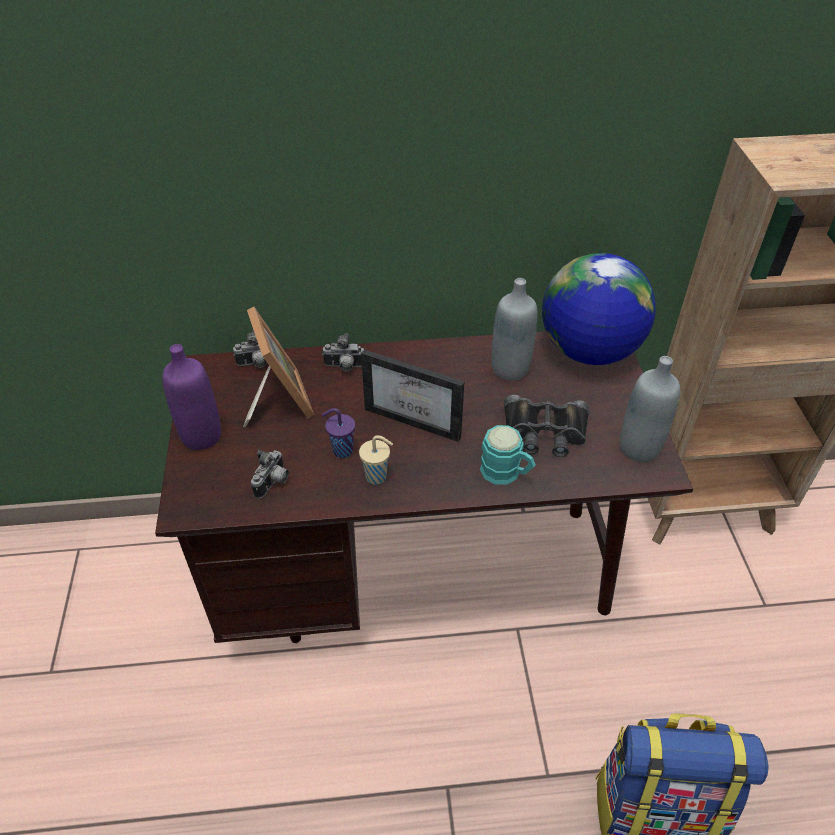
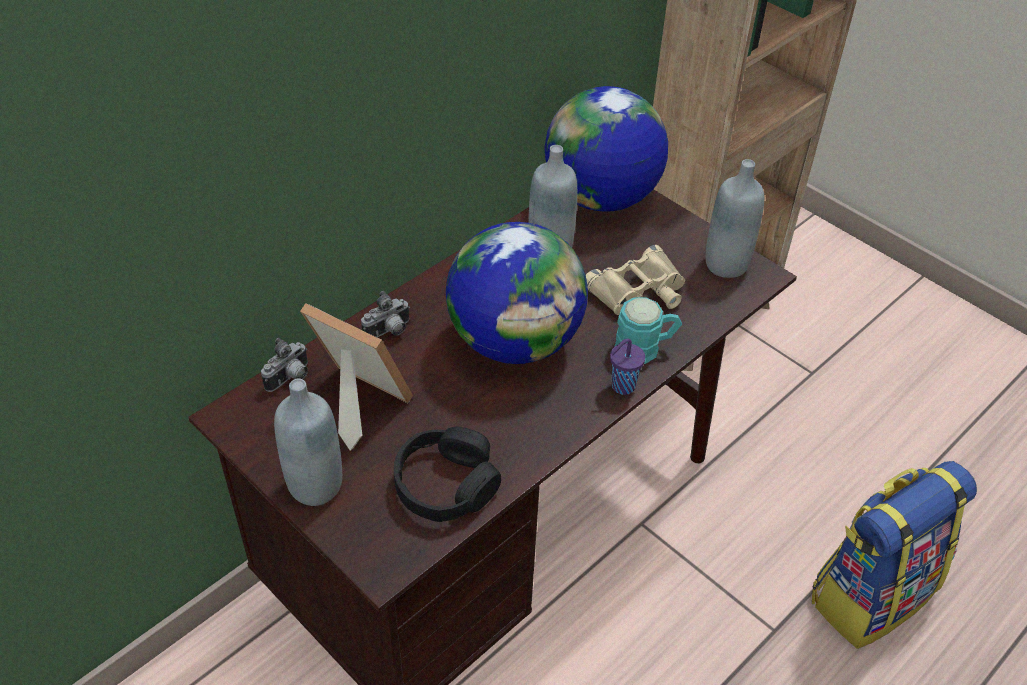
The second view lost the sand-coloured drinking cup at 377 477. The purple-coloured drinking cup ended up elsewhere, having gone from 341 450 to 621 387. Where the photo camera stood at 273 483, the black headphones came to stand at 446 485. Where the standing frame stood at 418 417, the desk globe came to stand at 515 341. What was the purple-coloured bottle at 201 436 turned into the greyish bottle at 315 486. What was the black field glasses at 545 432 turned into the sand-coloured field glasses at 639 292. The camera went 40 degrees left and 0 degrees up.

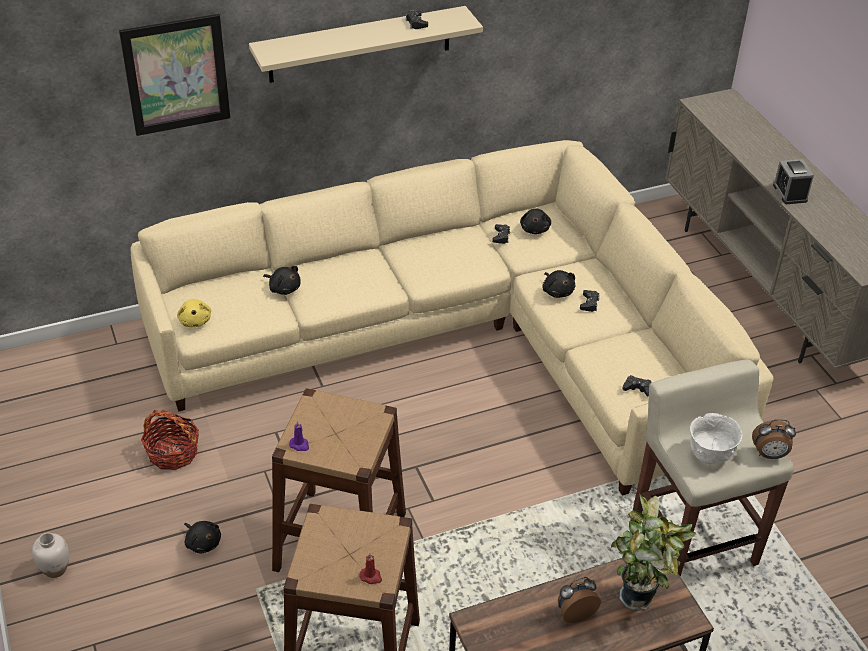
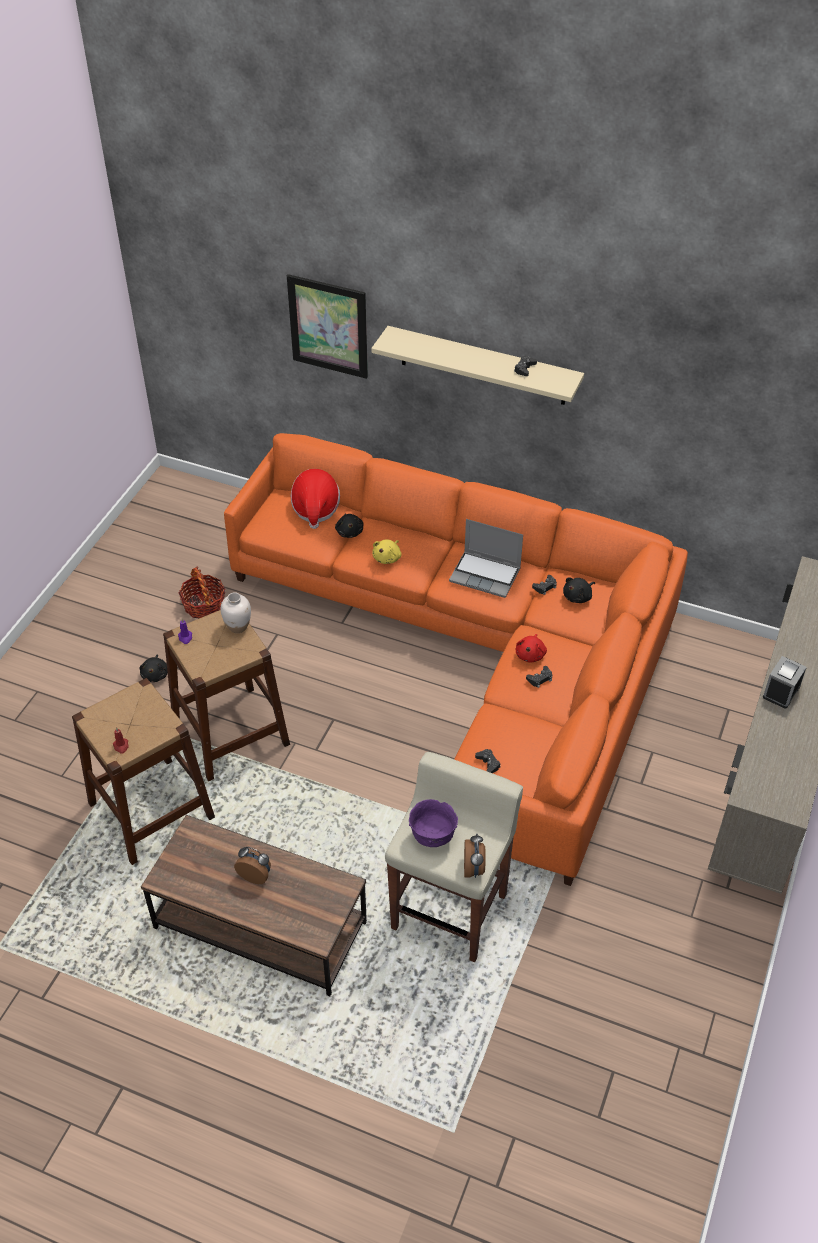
The second view lost the potted plant at 640 598. The second view gained the wearable hat at 315 508. The second view gained the portable computer at 486 575. The whitish decorative vase ended up elsewhere, having gone from 55 569 to 238 626. The yellow plush toy ended up elsewhere, having gone from 195 320 to 387 558. What was the sand-coloured couch at 464 338 turned into the orange-coloured couch at 477 653. What was the black plush toy at 557 291 turned into the reddish plush toy at 530 654. What was the whitish bowl at 710 454 turned into the purple-coloured bowl at 432 836. The table clock at 769 455 ended up facing another way, 135 degrees counterclockwise from before. The camera went 45 degrees right and 5 degrees up.

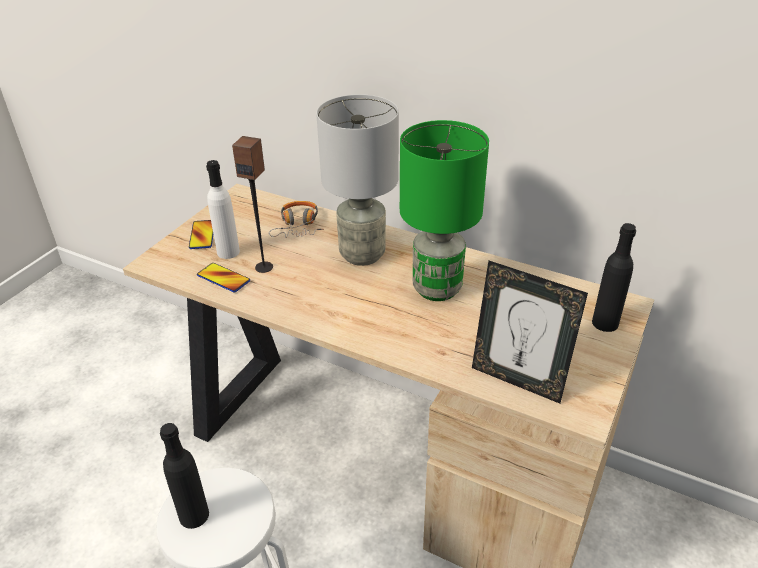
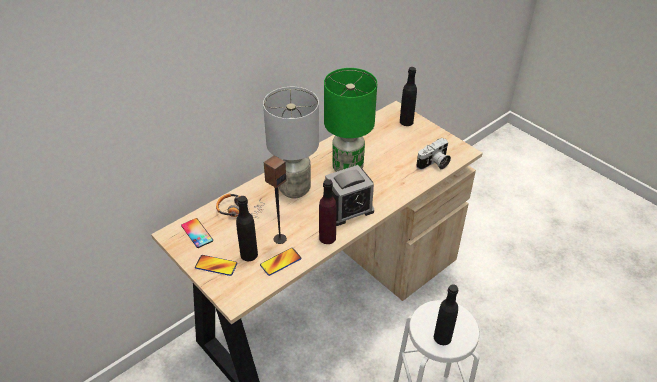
The second view gained the telephone at 197 233. The second view gained the purple-coloured bottle at 327 237. The second view gained the table clock at 348 209. Where the standing frame stood at 517 380, the photo camera came to stand at 434 164. What was the whitish bottle at 228 252 turned into the black bottle at 249 254. The camera went 70 degrees left and 5 degrees up.

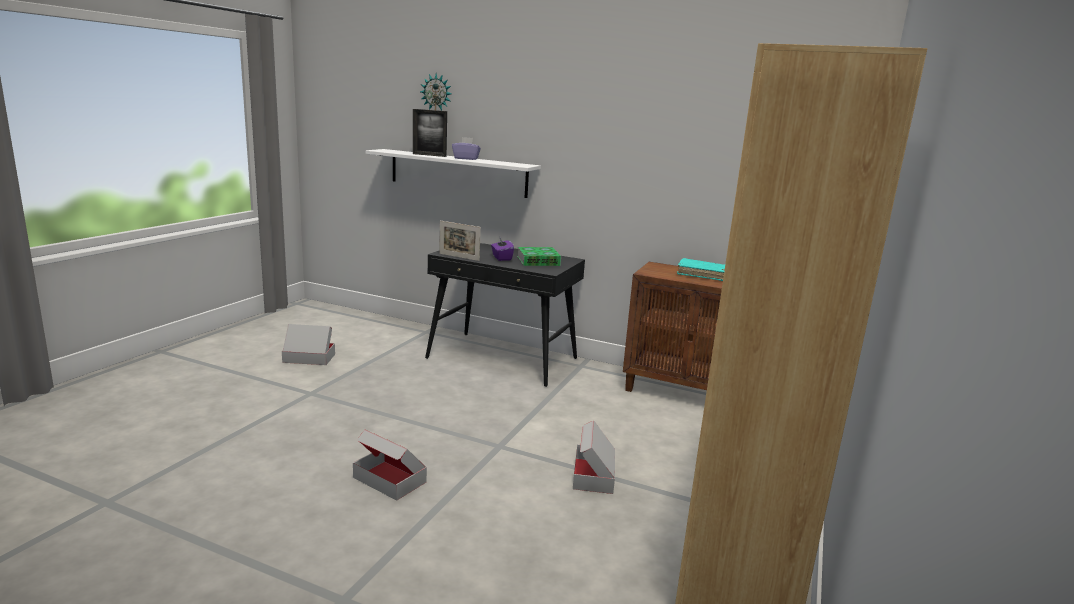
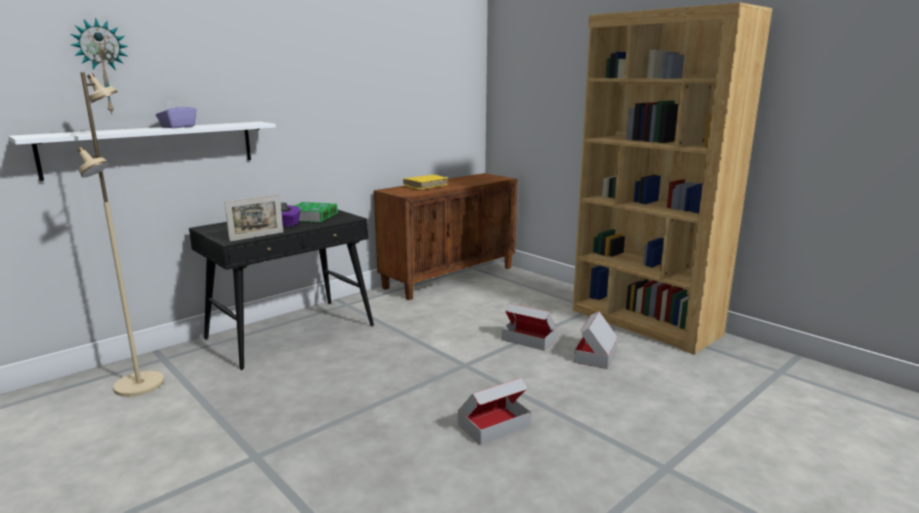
The second view lost the standing frame at 429 155. The second view gained the sand-coloured standing lamp at 140 384. The packing box ended up elsewhere, having gone from 309 358 to 595 355. What was the turquoise bound book at 702 275 turned into the yellow bound book at 425 186. The camera went 65 degrees left and 0 degrees up.

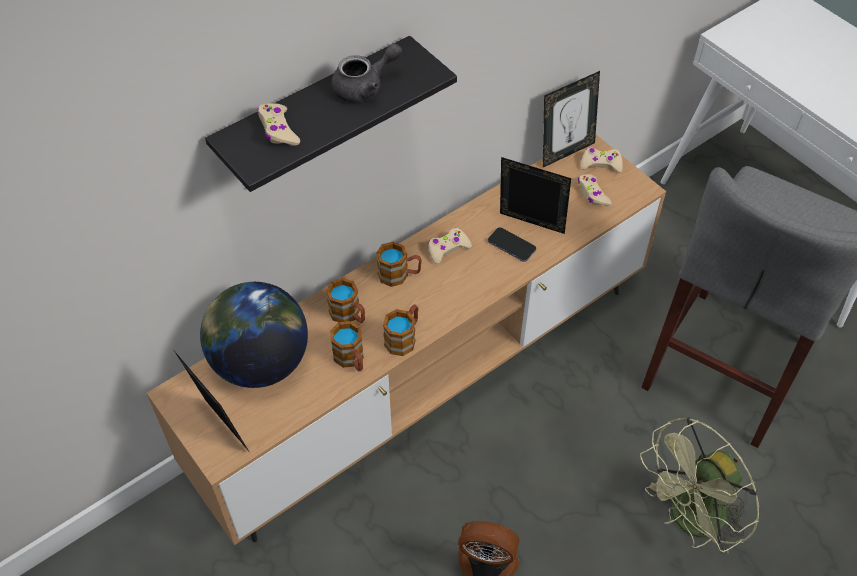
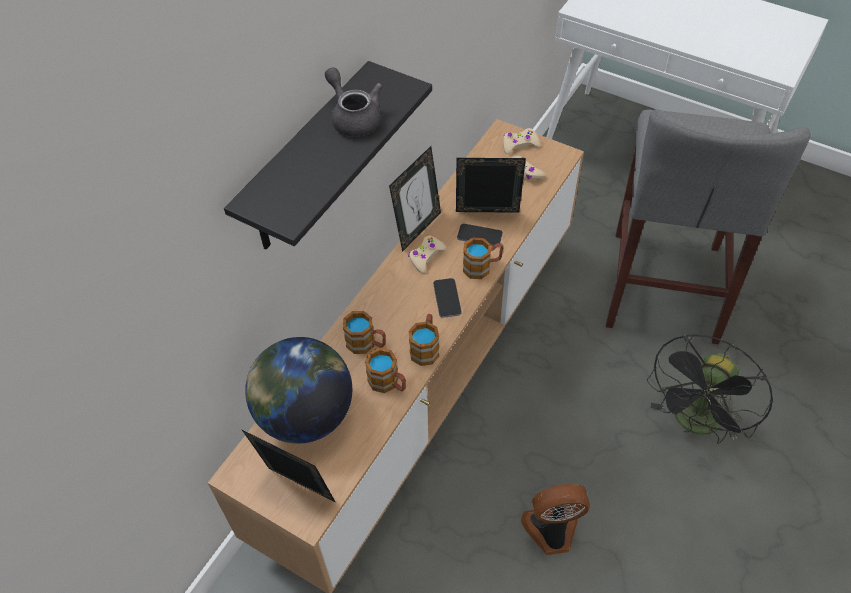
The second view lost the sand-coloured game controller at 278 130. The second view gained the telephone at 447 299. The tea mug ended up elsewhere, having gone from 399 275 to 482 267. The standing frame ended up elsewhere, having gone from 565 151 to 417 229. What was the green-coloured cooling fan at 689 521 turned into the black cooling fan at 695 423. The greyish teapot at 365 87 ended up facing another way, 75 degrees counterclockwise from before. The camera went 20 degrees left and 0 degrees up.

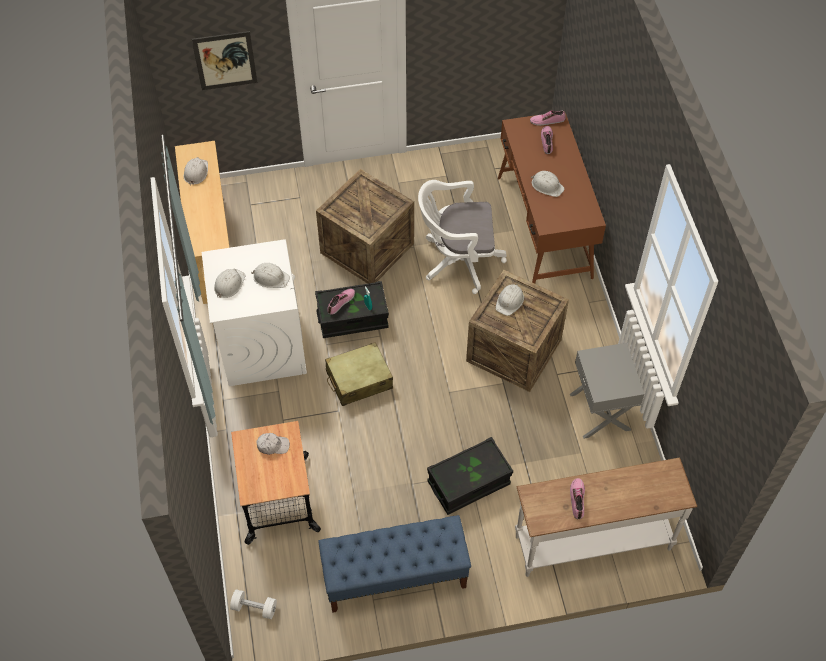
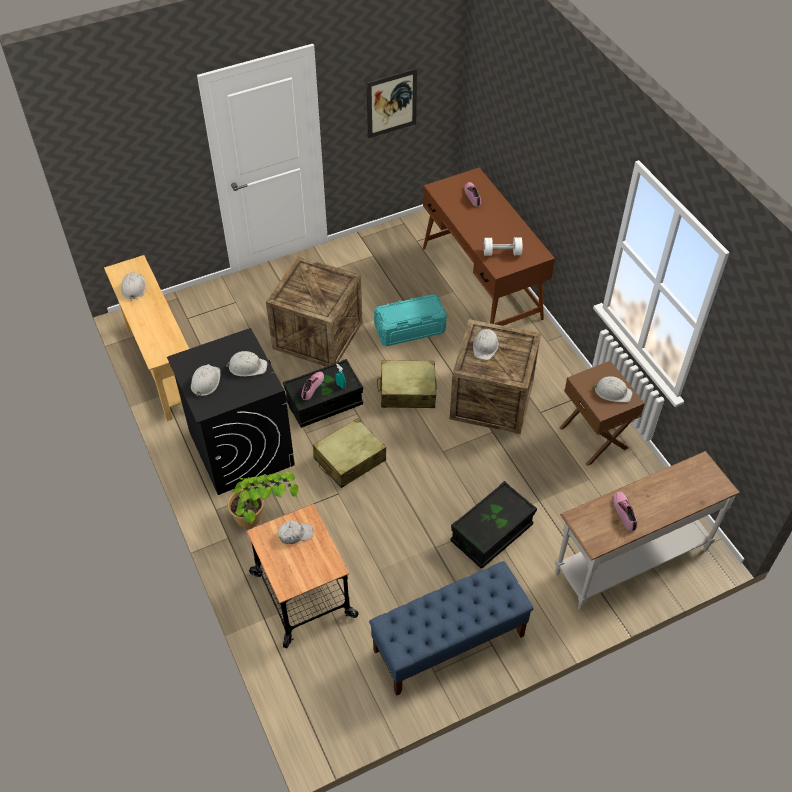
The second view lost the low shoe at 547 120. The second view gained the potted plant at 262 518. The second view gained the sand-coloured piece of luggage at 407 391. The wall art ended up elsewhere, having gone from 225 60 to 391 103. The whitish free weight ended up elsewhere, having gone from 254 607 to 502 253. The whitish safety helmet ended up elsewhere, having gone from 547 185 to 612 392. Where the whitish desk chair stood at 457 261, the turquoise storage box came to stand at 409 329. What was the whitish laundry appliance at 262 345 turned into the black laundry appliance at 240 447. What was the greyish night table at 601 411 turned into the brown night table at 594 437. The camera went 15 degrees left and 5 degrees down.

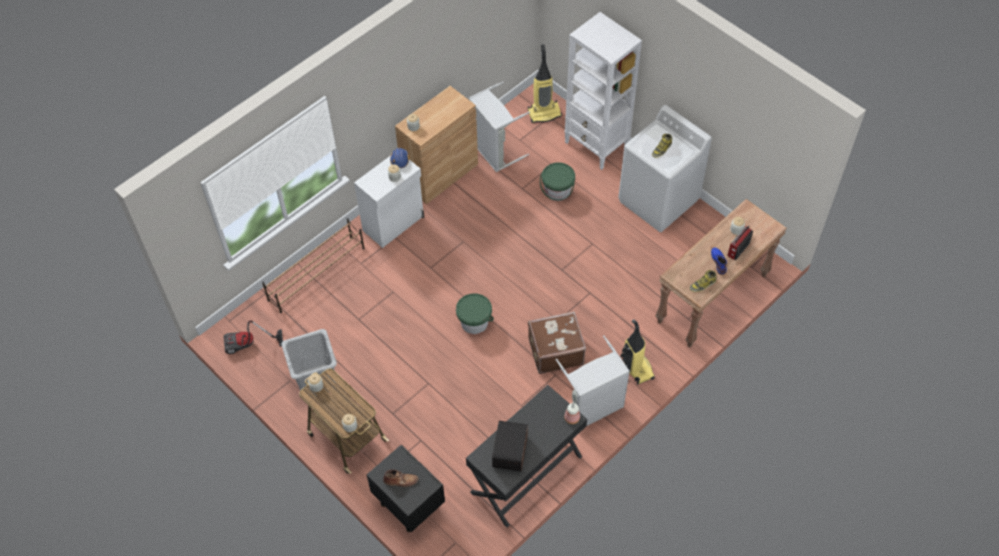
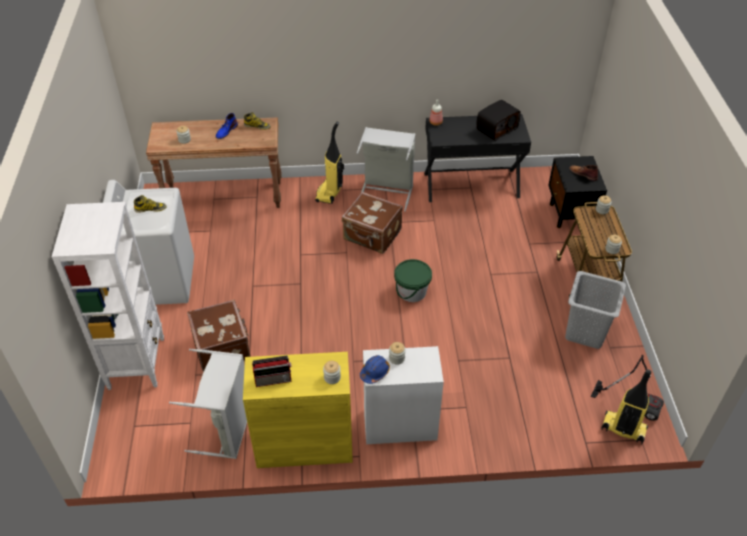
The second view lost the brown shoe stand at 317 274. The vacuum ended up elsewhere, having gone from 544 113 to 623 429. The radio set ended up elsewhere, having gone from 738 249 to 274 379. Where the green-coloured bucket stood at 557 191, the brown piece of luggage came to stand at 222 347. What was the brown cabinet at 440 174 turned into the yellow cabinet at 304 444. The camera went 140 degrees left and 10 degrees down.

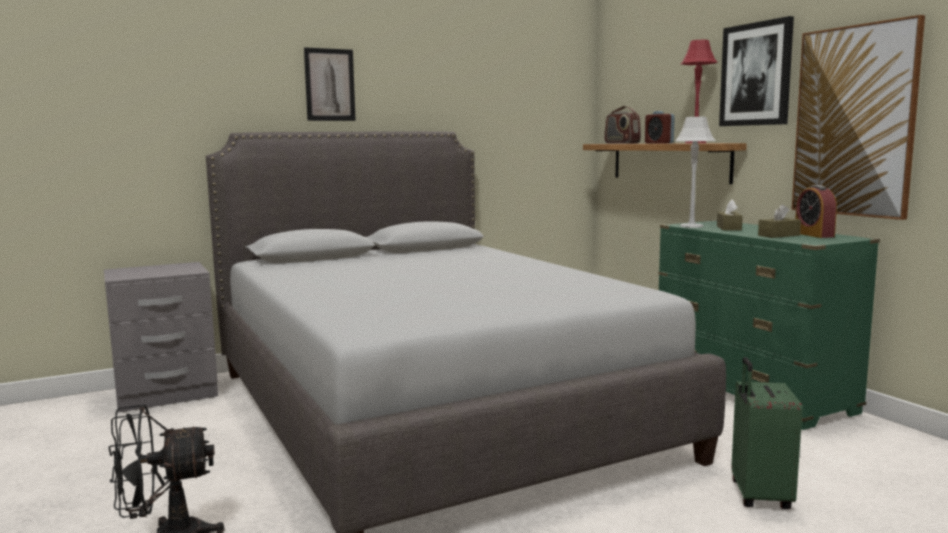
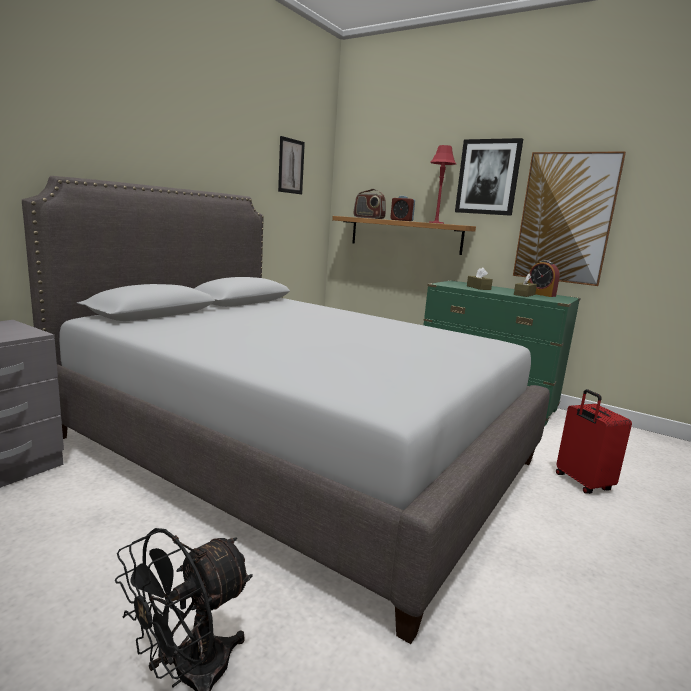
The second view lost the greyish tabletop lamp at 691 226. The wall art ended up elsewhere, having gone from 329 85 to 291 166. What was the green-coloured piece of luggage at 758 496 turned into the reddish piece of luggage at 582 483. The camera went 30 degrees left and 5 degrees up.

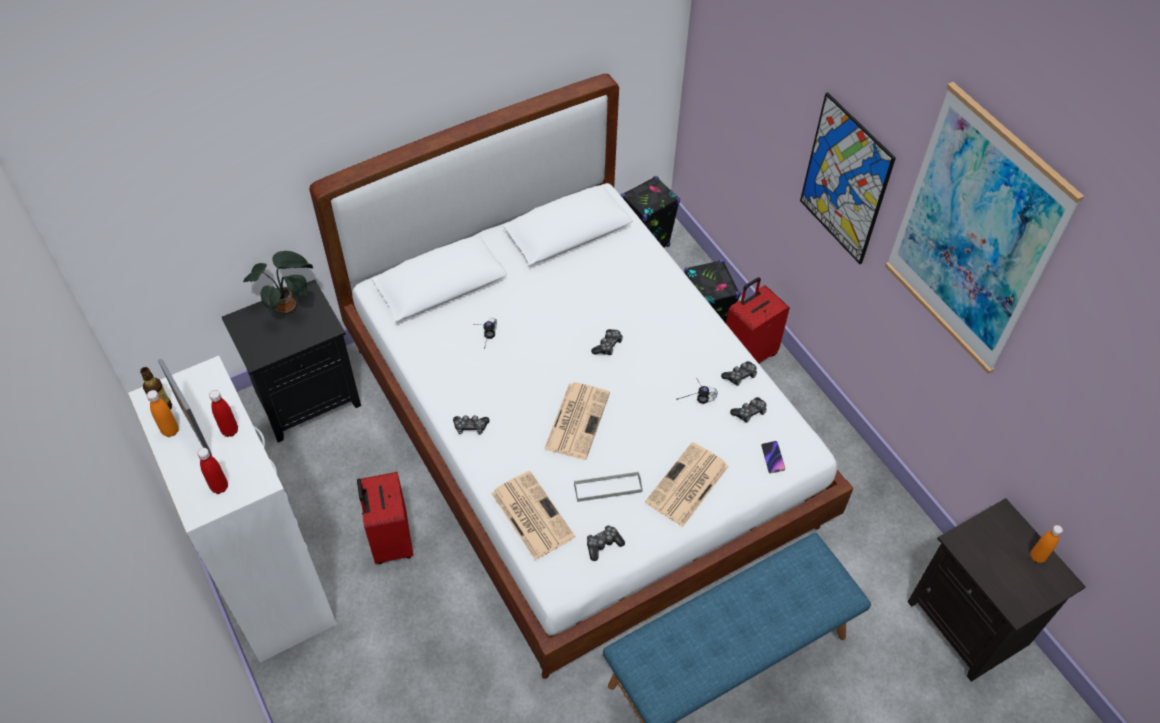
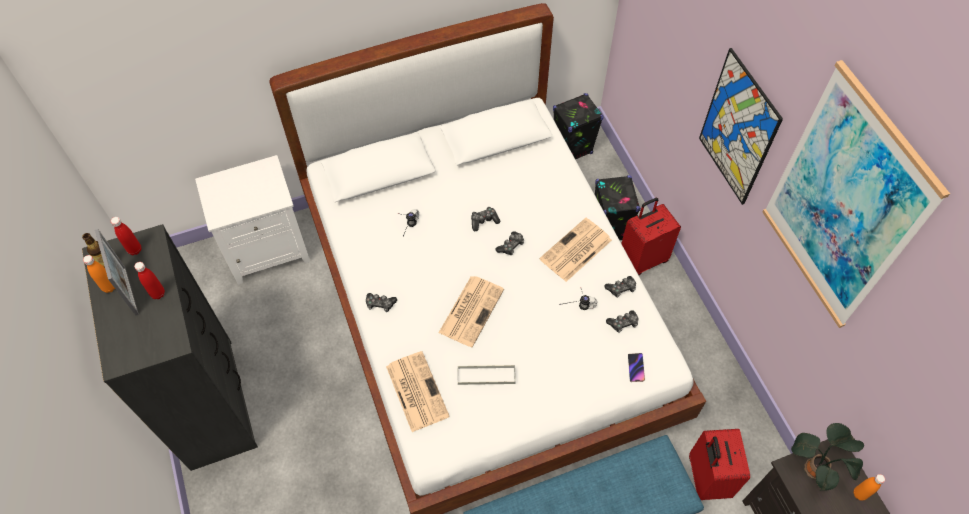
The reddish bottle ended up elsewhere, having gone from 219 487 to 135 250. The potted plant ended up elsewhere, having gone from 288 307 to 815 469. The reddish piece of luggage ended up elsewhere, having gone from 390 541 to 706 477. The game controller ended up elsewhere, having gone from 603 545 to 484 221. The printed paper ended up elsewhere, having gone from 687 486 to 575 251. What was the whitish drawer chest at 270 580 turned into the black drawer chest at 211 402. What was the black night table at 308 397 turned into the whitish night table at 269 248. The camera went 10 degrees right and 5 degrees up.

